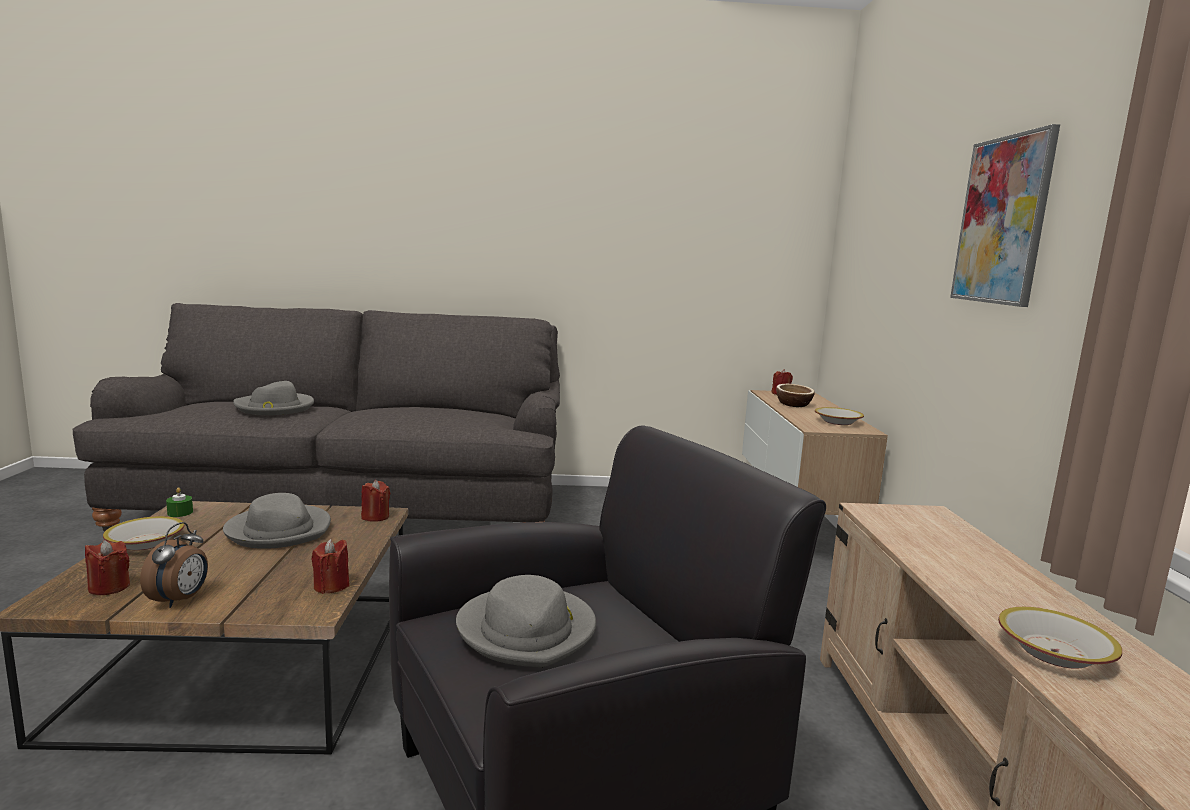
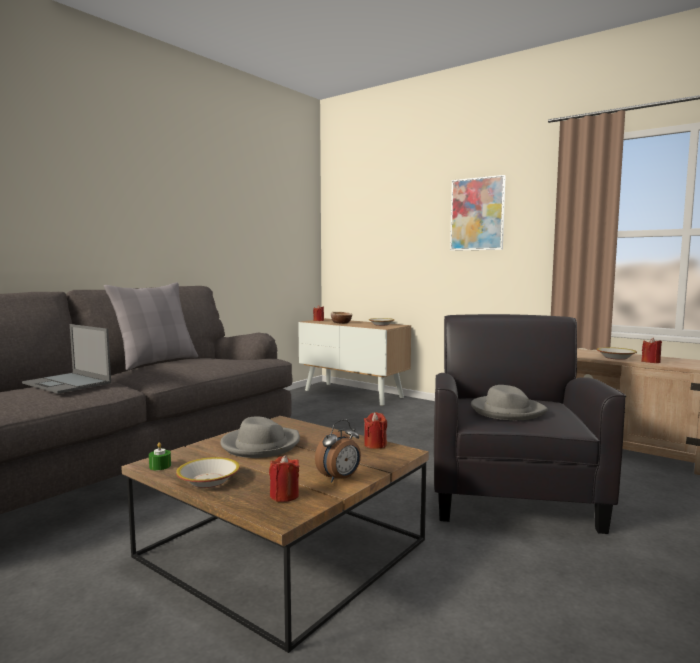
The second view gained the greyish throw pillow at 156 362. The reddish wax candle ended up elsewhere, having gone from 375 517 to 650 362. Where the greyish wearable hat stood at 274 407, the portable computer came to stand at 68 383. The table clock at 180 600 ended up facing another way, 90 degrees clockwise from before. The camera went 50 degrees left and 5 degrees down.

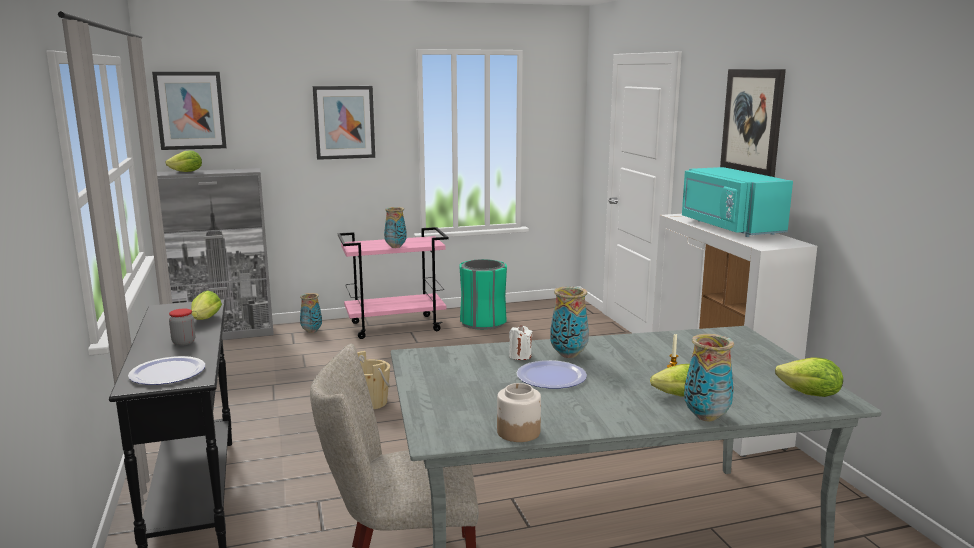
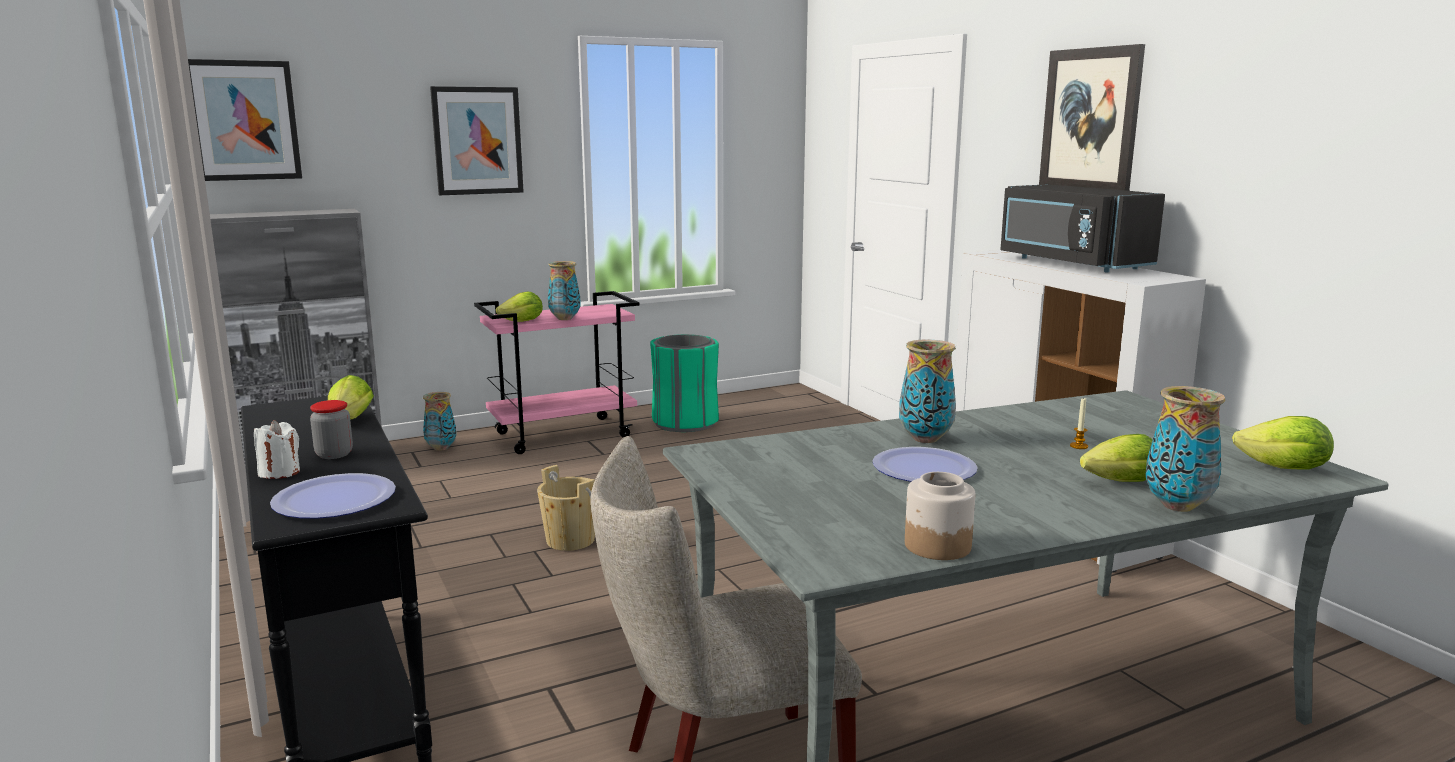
The lettuce head ended up elsewhere, having gone from 187 172 to 522 322. The whitish wax candle ended up elsewhere, having gone from 520 356 to 279 472. What was the turquoise microwave at 728 227 turned into the black microwave at 1069 263. The camera went 10 degrees left and 0 degrees up.

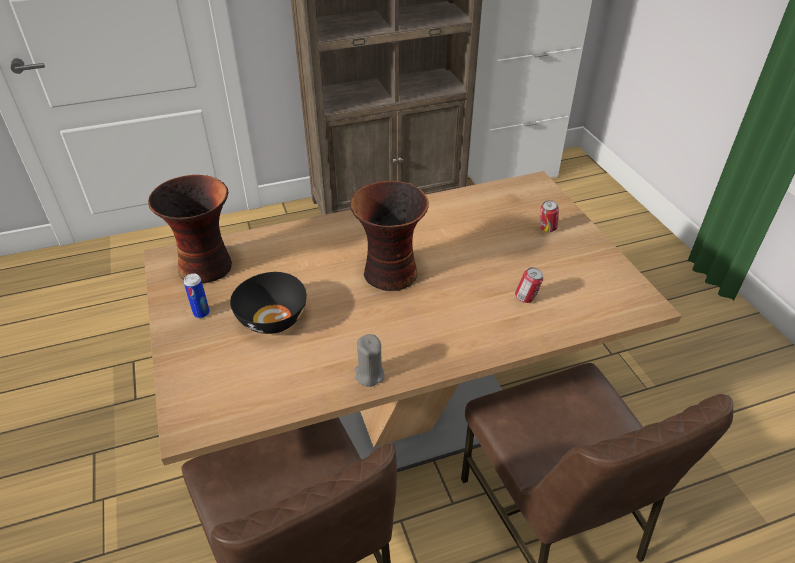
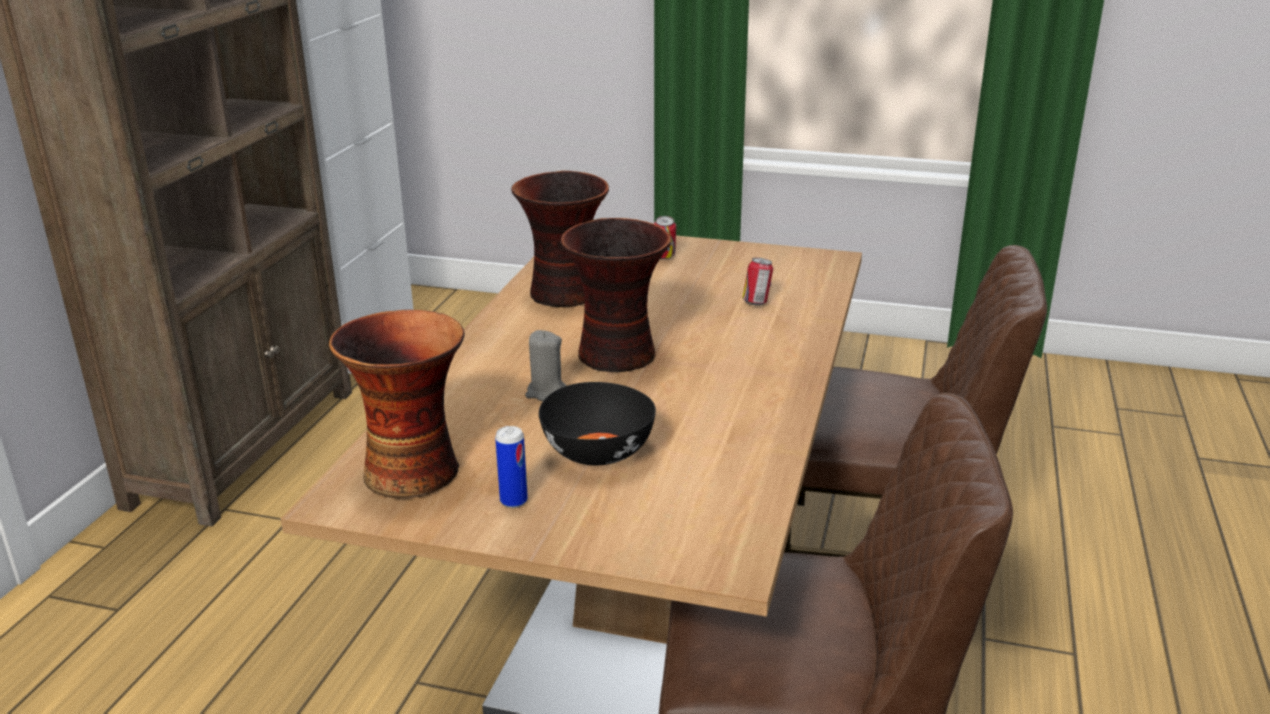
The second view gained the decorative vase at 565 294. The greyish wax candle ended up elsewhere, having gone from 369 375 to 546 393. The camera went 55 degrees left and 15 degrees down.

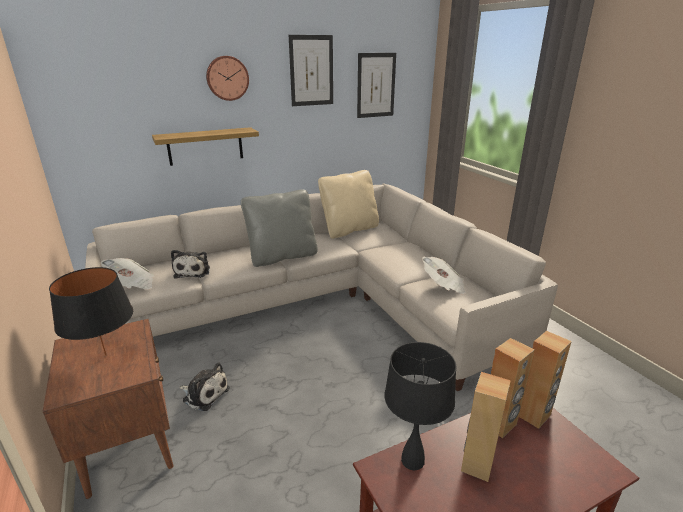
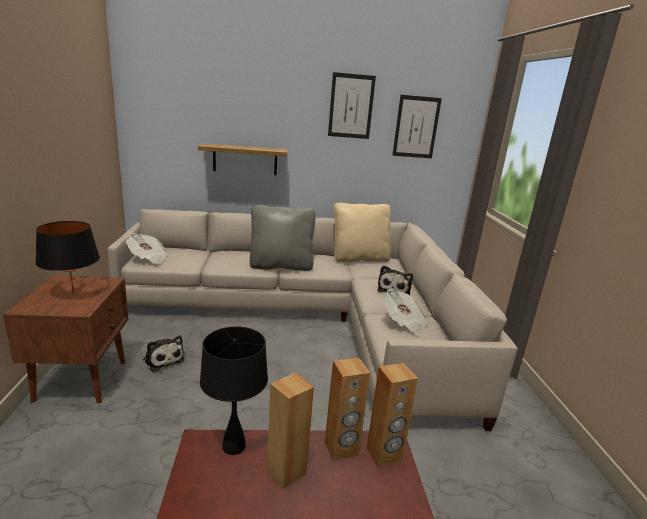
The second view lost the hanging clock at 227 78. The plush toy ended up elsewhere, having gone from 193 271 to 394 289. The camera went 20 degrees right and 5 degrees down.

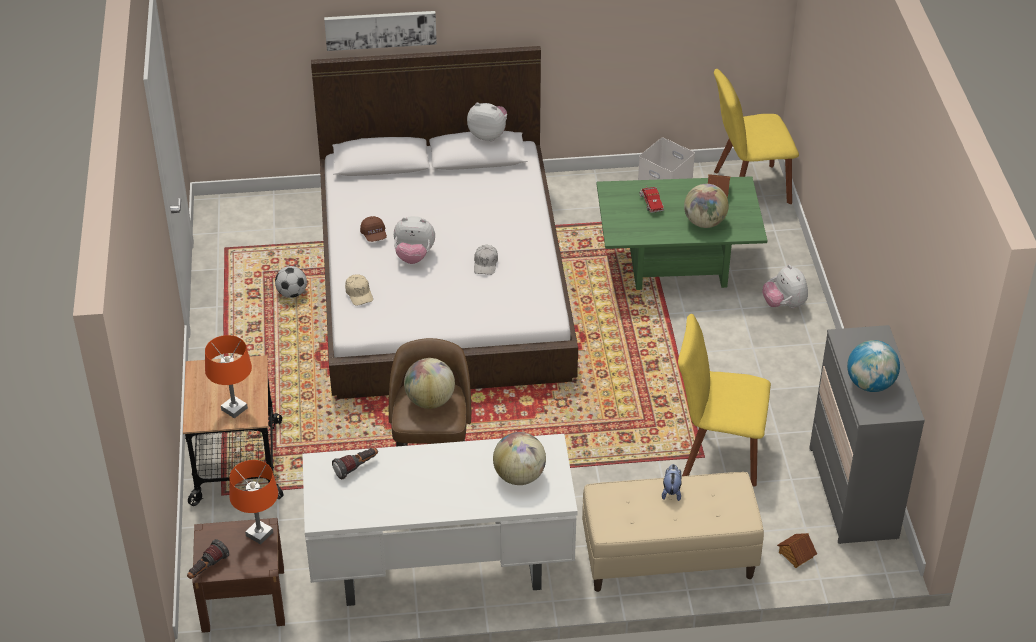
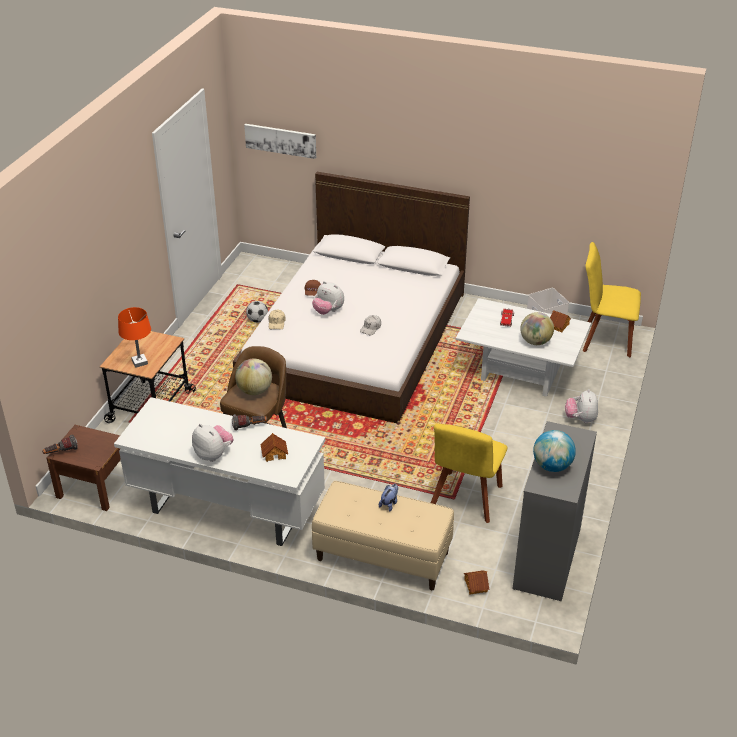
The second view lost the orange-coloured tabletop lamp at 259 534. The wall art ended up elsewhere, having gone from 380 29 to 281 140. The flashlight ended up elsewhere, having gone from 357 468 to 250 427. The plush toy ended up elsewhere, having gone from 488 135 to 213 454. Where the desk globe stood at 519 476, the model house came to stand at 274 454. What was the green-coloured lounge table at 676 266 turned into the whitish lounge table at 519 373. The yellow upright chair at 717 453 ended up facing another way, 105 degrees counterclockwise from before. The camera went 25 degrees right and 5 degrees down.

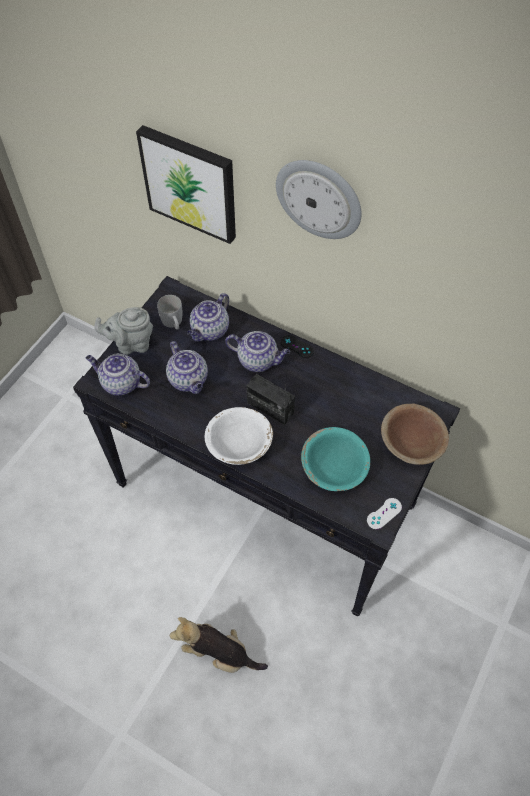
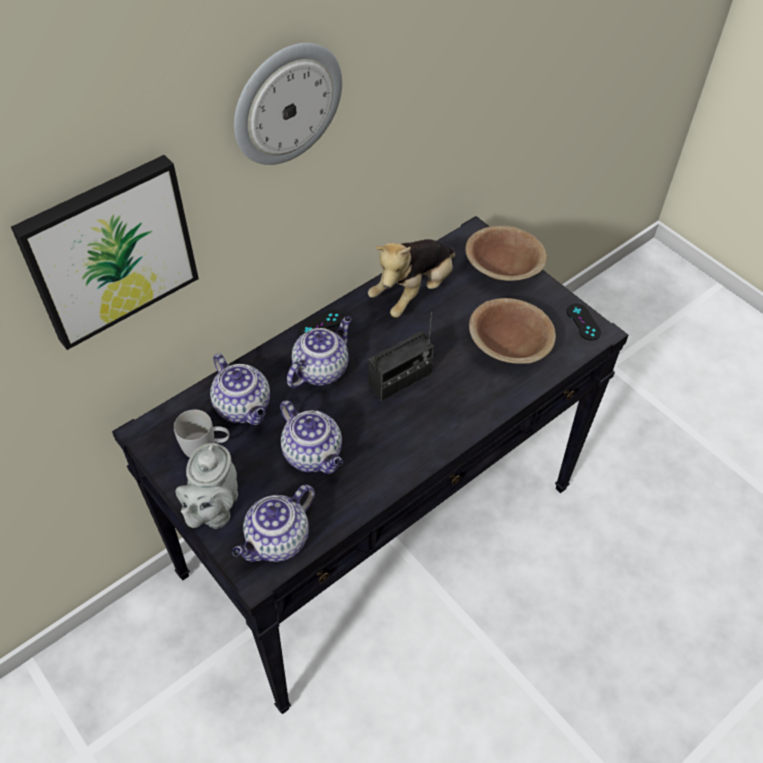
The second view lost the whitish bowl at 239 444. The plush toy ended up elsewhere, having gone from 219 653 to 413 292. What was the turquoise bowl at 334 467 turned into the brown bowl at 509 345. What was the whitish game controller at 384 513 turned into the black game controller at 583 322. The teapot at 189 380 ended up facing another way, 60 degrees clockwise from before. The camera went 70 degrees left and 5 degrees down.

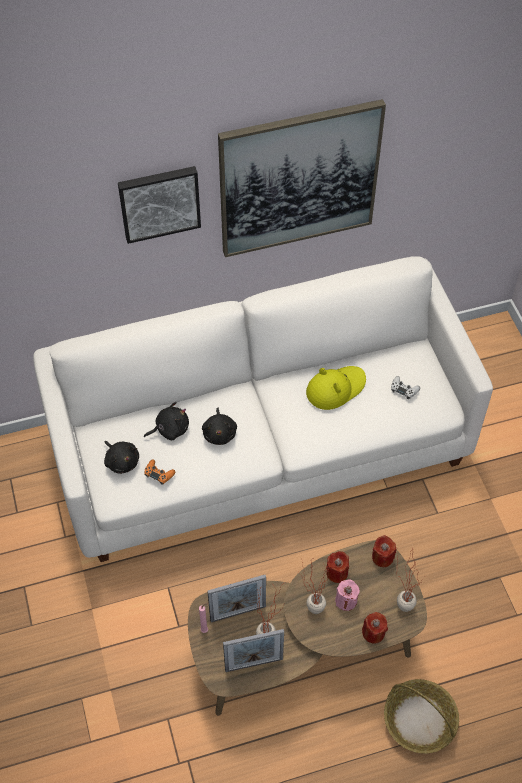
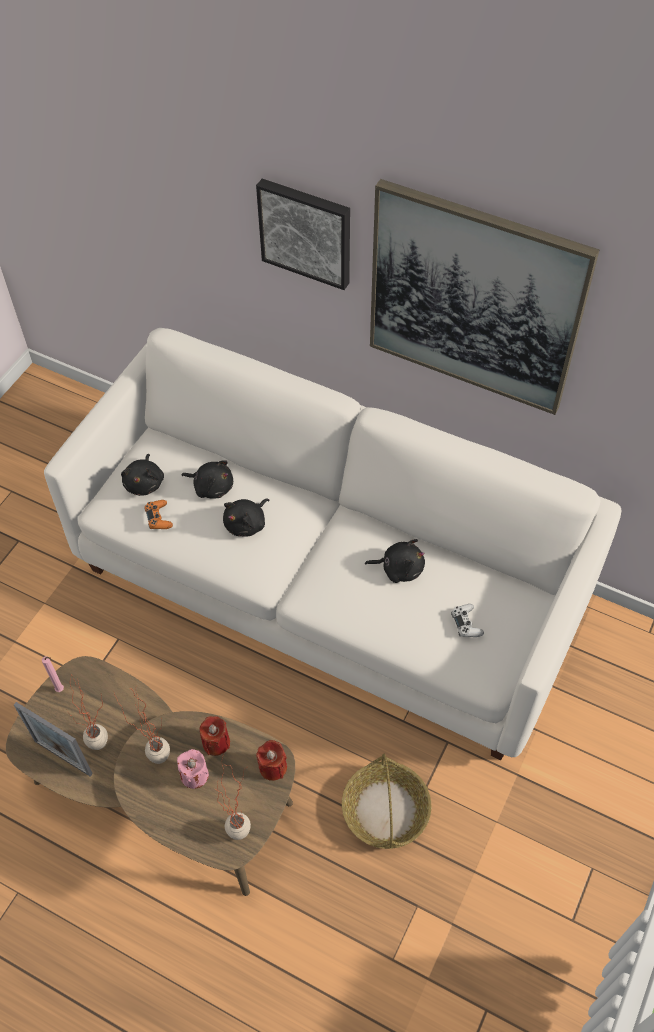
The second view lost the standing frame at 238 613. The second view lost the reddish wax candle at 373 633. The basket ended up elsewhere, having gone from 419 720 to 385 809. Where the yellow wearable hat stood at 335 388, the black plush toy came to stand at 399 568. The camera went 45 degrees right and 0 degrees up.

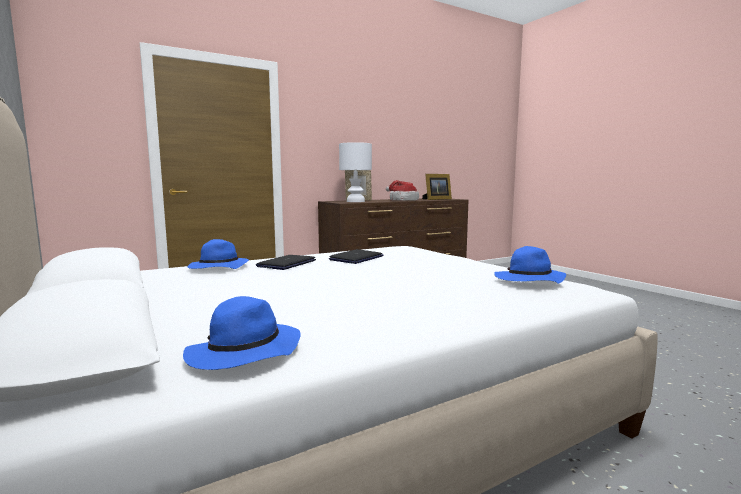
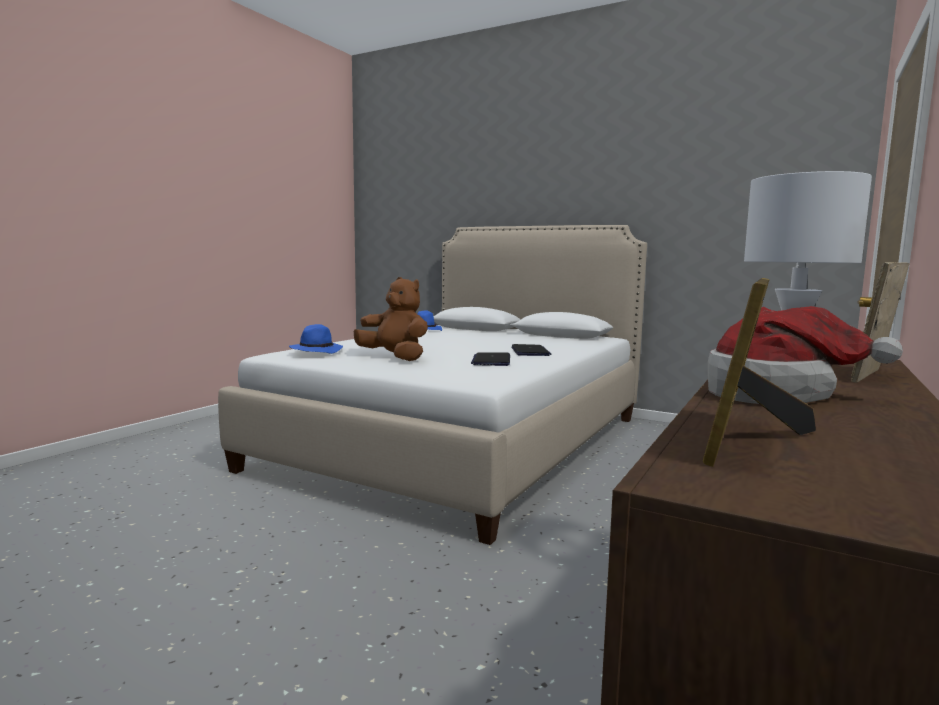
The second view lost the bluish wearable hat at 218 268. The second view gained the brown plush toy at 395 358. The camera went 150 degrees right and 0 degrees up.

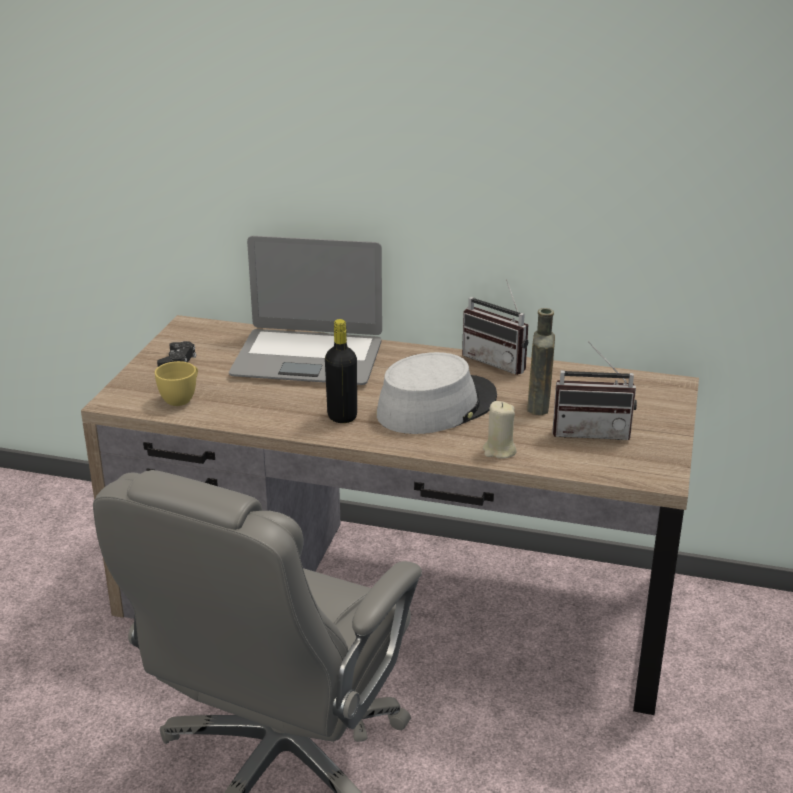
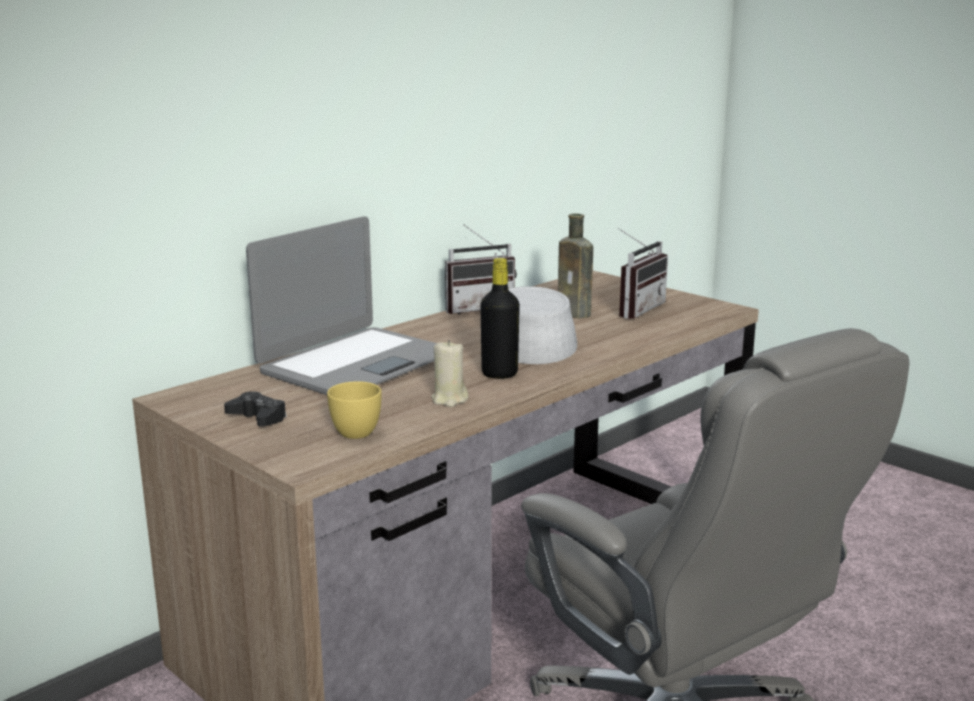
The sand-coloured wax candle ended up elsewhere, having gone from 499 451 to 449 399. The camera went 60 degrees left and 10 degrees down.

